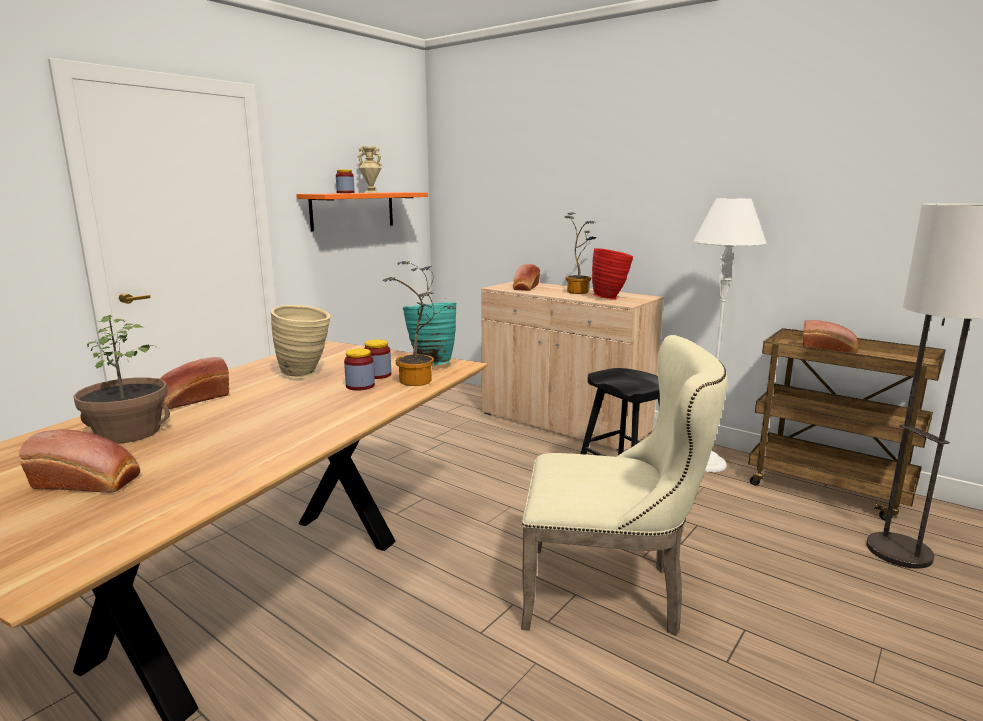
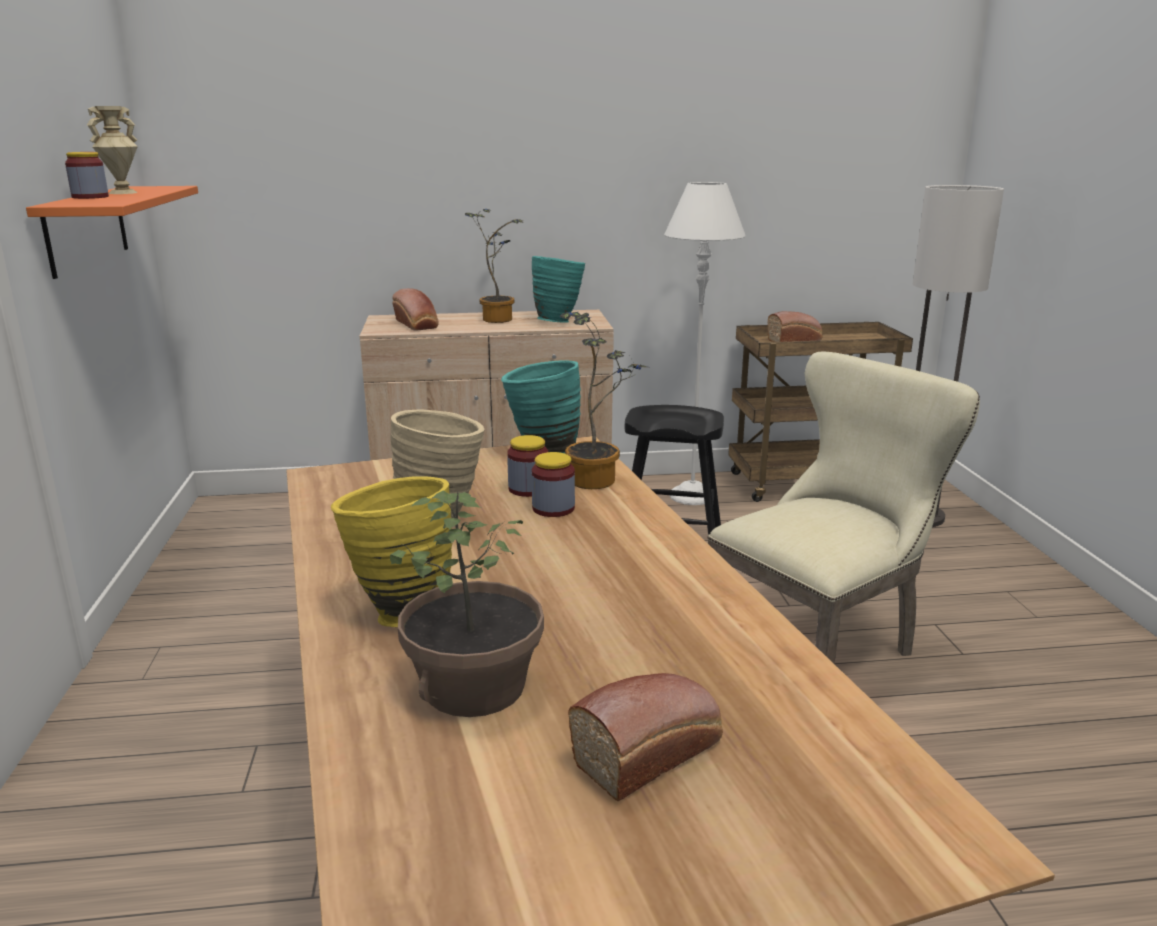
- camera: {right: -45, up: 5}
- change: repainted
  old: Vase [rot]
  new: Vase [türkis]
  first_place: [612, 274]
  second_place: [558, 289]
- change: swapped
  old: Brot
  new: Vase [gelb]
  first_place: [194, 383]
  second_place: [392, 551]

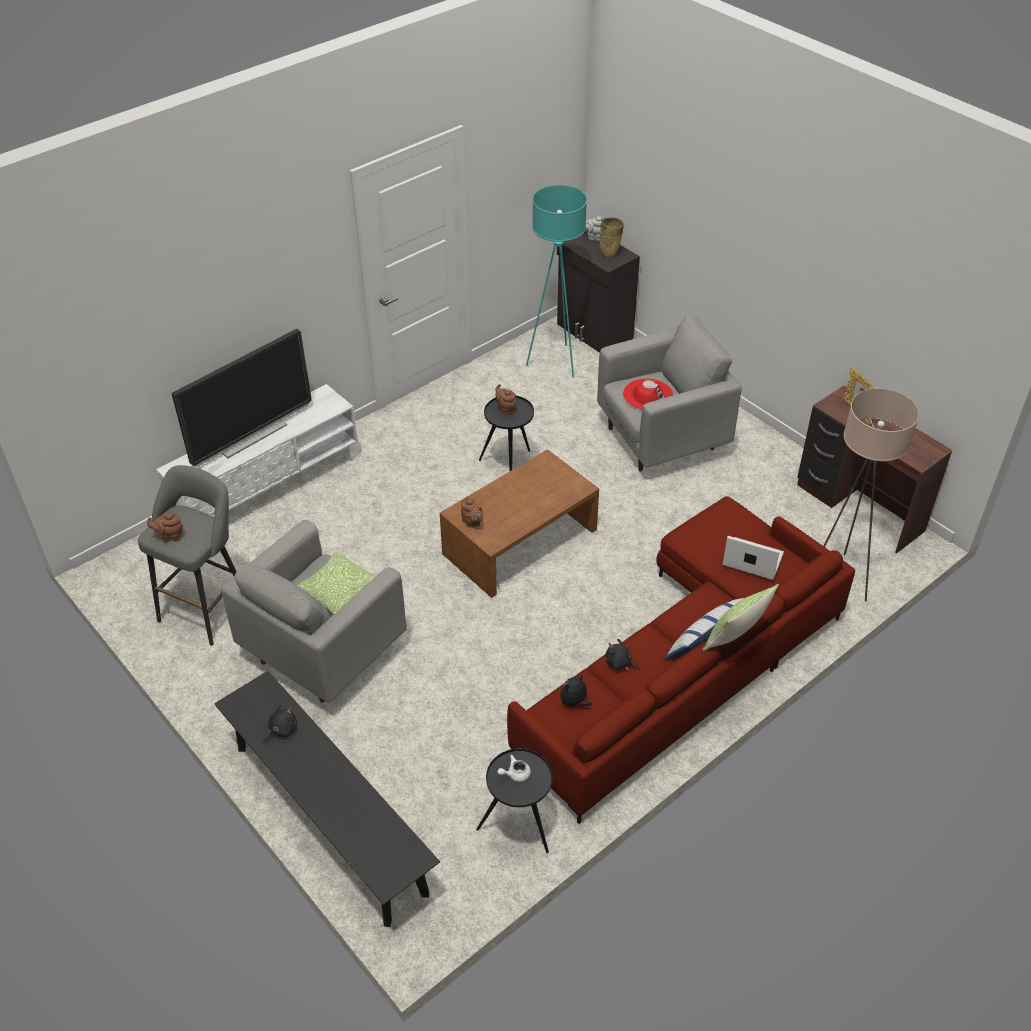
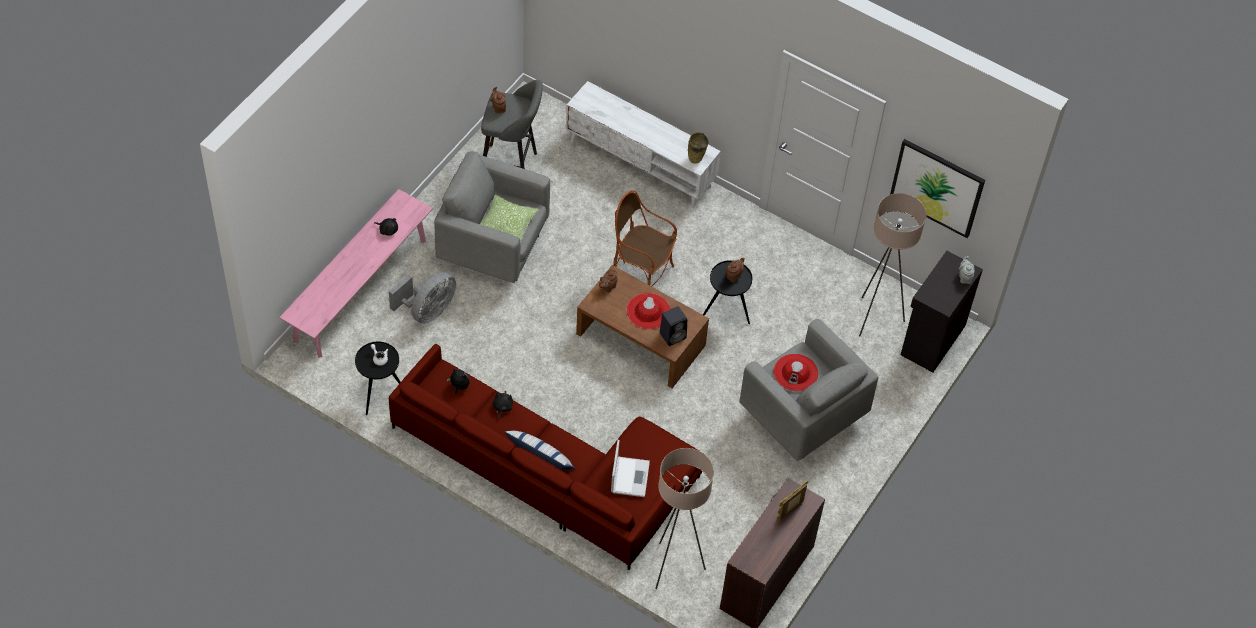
- camera: {right: 70, up: 10}
- change: repainted
  old: Stehlampe [türkis]
  new: Stehlampe [beige]
  first_place: [556, 281]
  second_place: [893, 264]
- change: shifted
  old: Vase [beige]
  first_place: [612, 237]
  second_place: [698, 148]
- change: gone
  old: Fernseher
  first_place: [242, 398]
- change: gone
  old: Kissen
  first_place: [740, 617]
- change: repainted
  old: Bank [schwarz]
  new: Bank [rosa]
  first_place: [327, 799]
  second_place: [356, 273]
- change: new
  new: Bild
  second_place: [937, 188]
- change: new
  new: Sessel
  second_place: [645, 238]
- change: new
  new: Ventilator [grau]
  second_place: [422, 298]
- change: new
  new: Hut [rot]
  second_place: [648, 311]
- change: new
  new: Lautsprecher [schwarz]
  second_place: [673, 326]

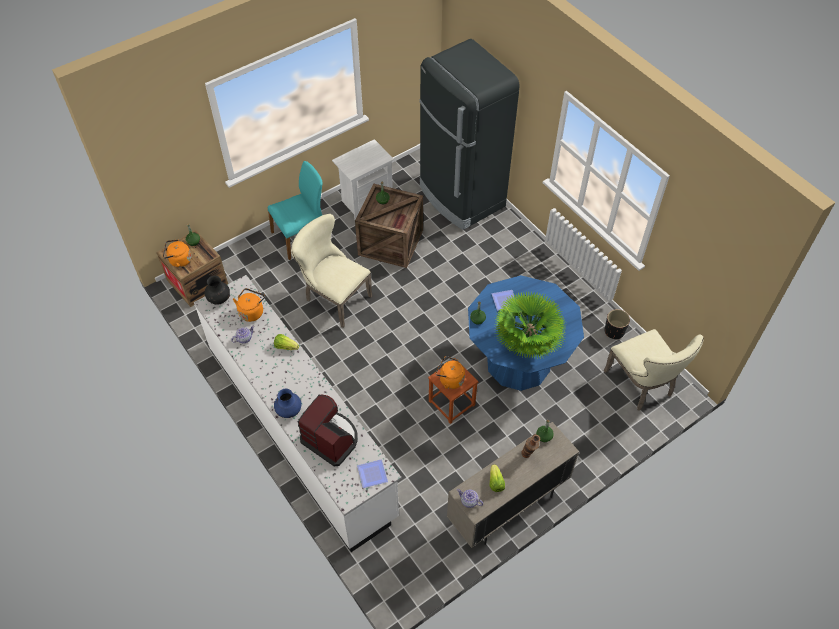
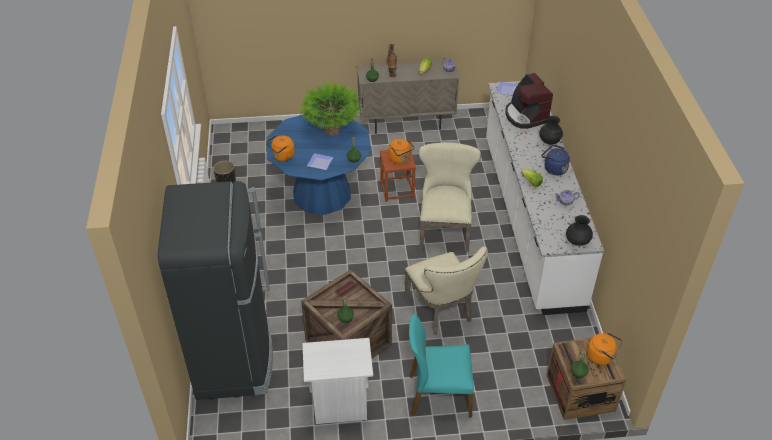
- camera: {right: -150, up: -10}
- change: shifted
  old: Wasserkessel [orange]
  first_place: [249, 305]
  second_place: [280, 148]
- change: shifted
  old: Stuhl [beige]
  first_place: [654, 369]
  second_place: [449, 197]
- change: repainted
  old: Vase [blau]
  new: Vase [schwarz]
  first_place: [288, 403]
  second_place: [551, 130]
- change: new
  new: Wasserkessel [blau]
  second_place: [556, 160]

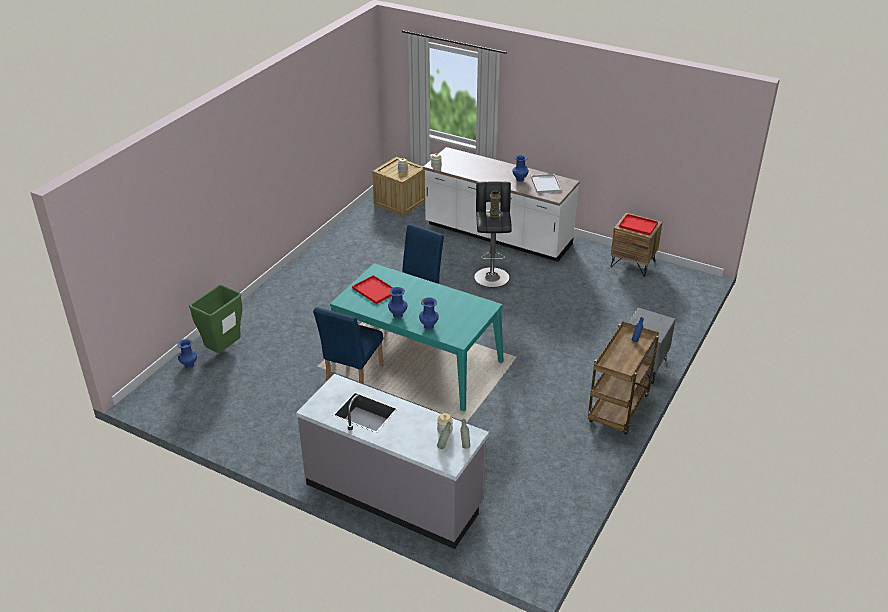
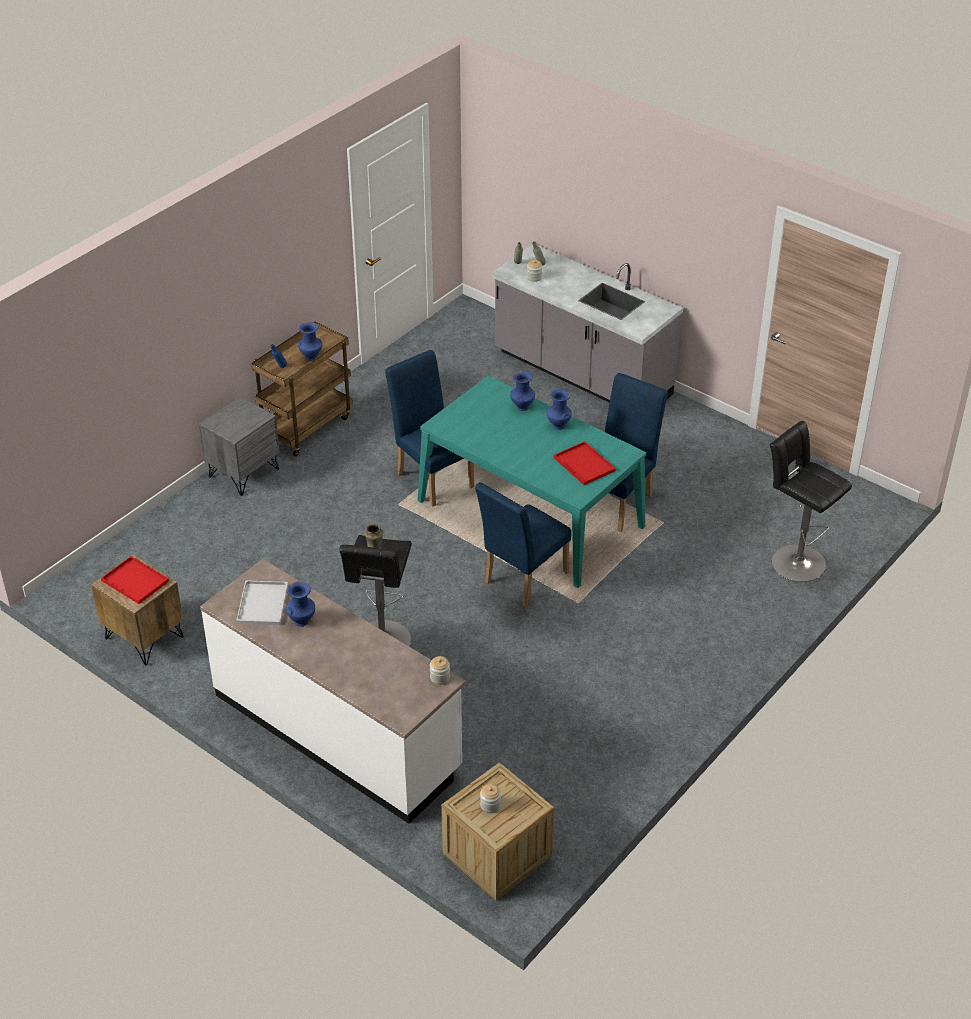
- camera: {right: -170, up: 5}
- change: swapped
  old: Mülleimer [grün]
  new: Hocker [schwarz]
  first_place: [215, 319]
  second_place: [811, 501]
- change: shifted
  old: Vase [blau]
  first_place: [187, 353]
  second_place: [310, 341]
- change: new
  new: Stuhl [blau]
  second_place: [429, 428]

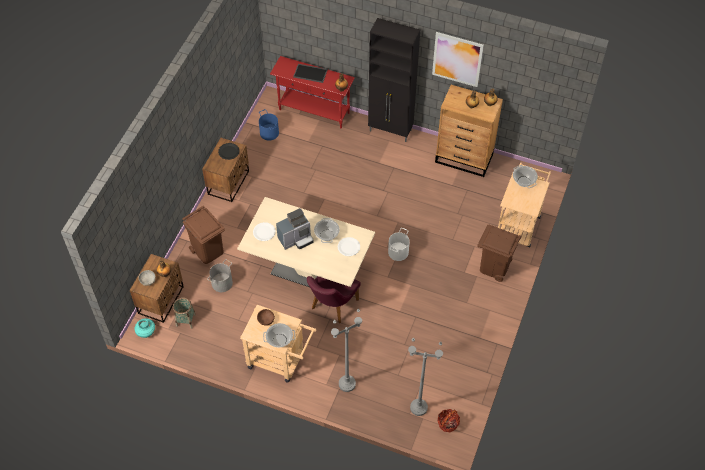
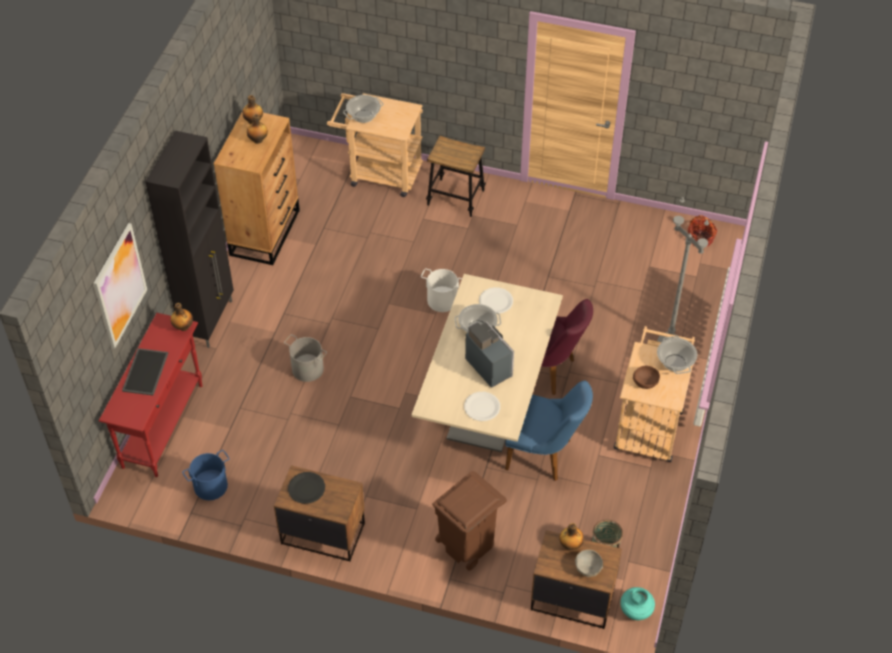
- camera: {right: -95, up: -5}
- change: shifted
  old: Bild
  first_place: [458, 59]
  second_place: [120, 286]
- change: swapped
  old: Mülleimer [braun]
  new: Hocker
  first_place: [499, 253]
  second_place: [456, 176]
- change: shifted
  old: Eimer [grau]
  first_place: [220, 275]
  second_place: [305, 358]
- change: gone
  old: Stehlampe [grau]
  first_place: [425, 377]
- change: new
  new: Stuhl [blau]
  second_place: [549, 430]

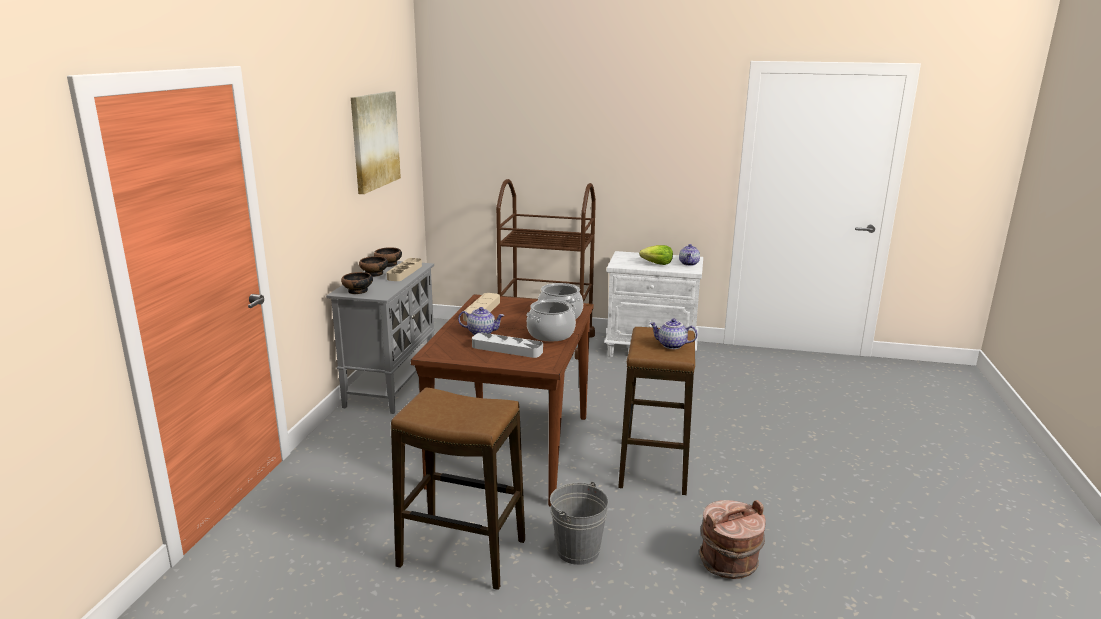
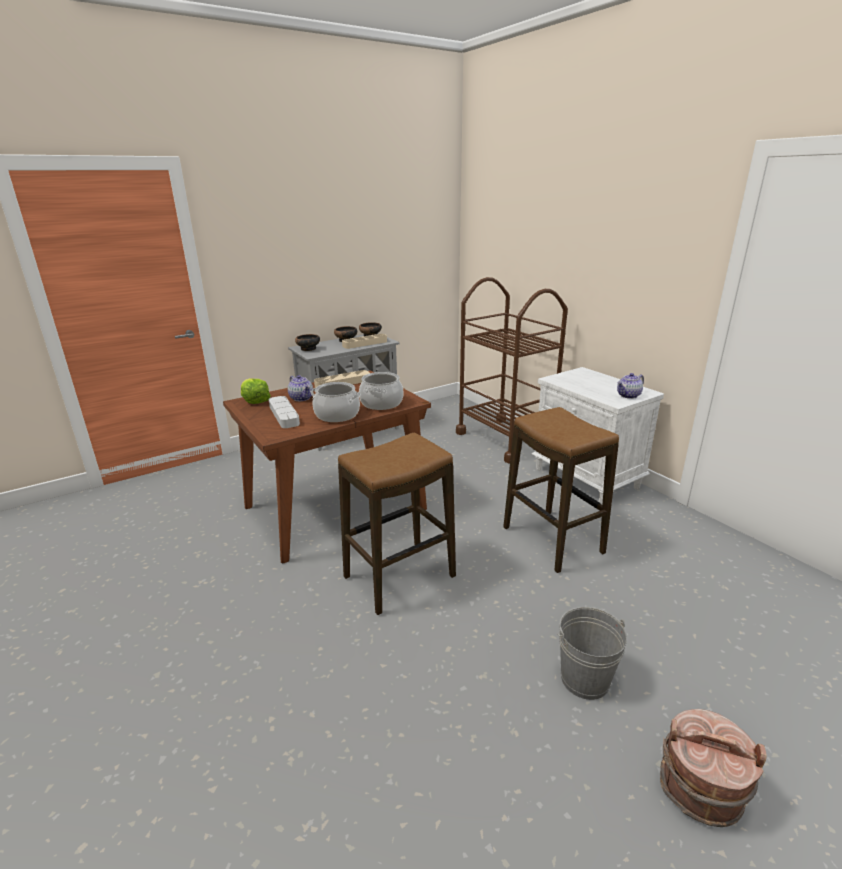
- camera: {right: 45, up: 5}
- change: gone
  old: Bild
  first_place: [376, 142]
- change: shifted
  old: Salatkopf
  first_place: [656, 255]
  second_place: [256, 391]
- change: gone
  old: Teekanne
  first_place: [673, 334]
- change: shifted
  old: Hocker
  first_place: [458, 488]
  second_place: [561, 490]
- change: shifted
  old: Eimer [grau]
  first_place: [579, 523]
  second_place: [592, 653]
- change: shifted
  old: Eimer [braun]
  first_place: [732, 539]
  second_place: [713, 768]

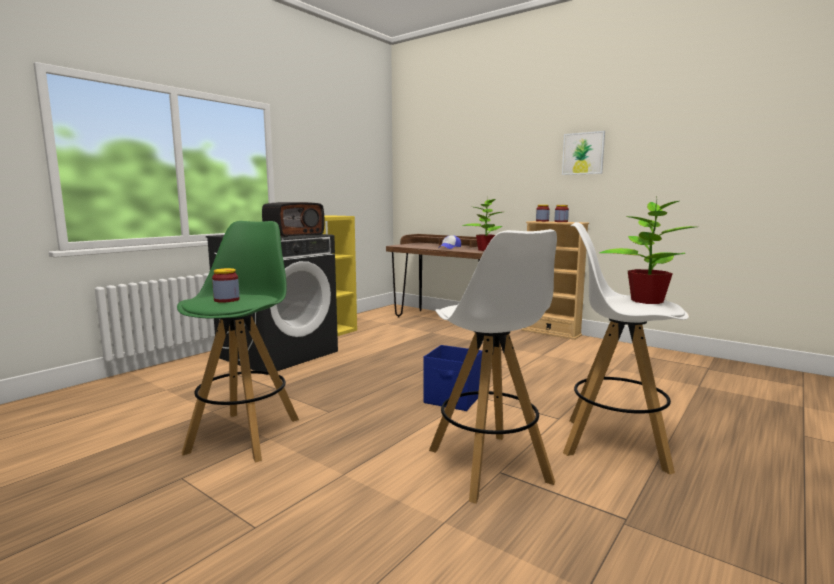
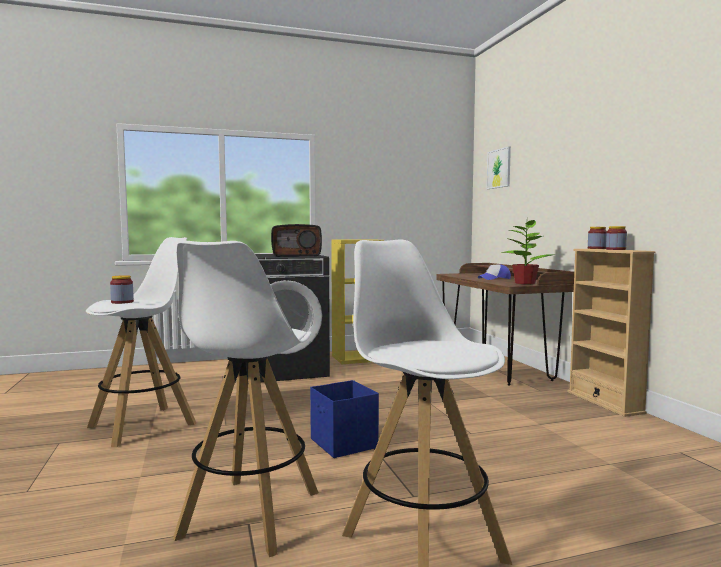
- camera: {right: 35, up: -5}
- change: shifted
  old: Bild
  first_place: [583, 153]
  second_place: [499, 167]
- change: gone
  old: Topfpflanze
  first_place: [647, 250]
- change: repainted
  old: Hocker [grün]
  new: Hocker [weiß]
  first_place: [238, 342]
  second_place: [141, 342]

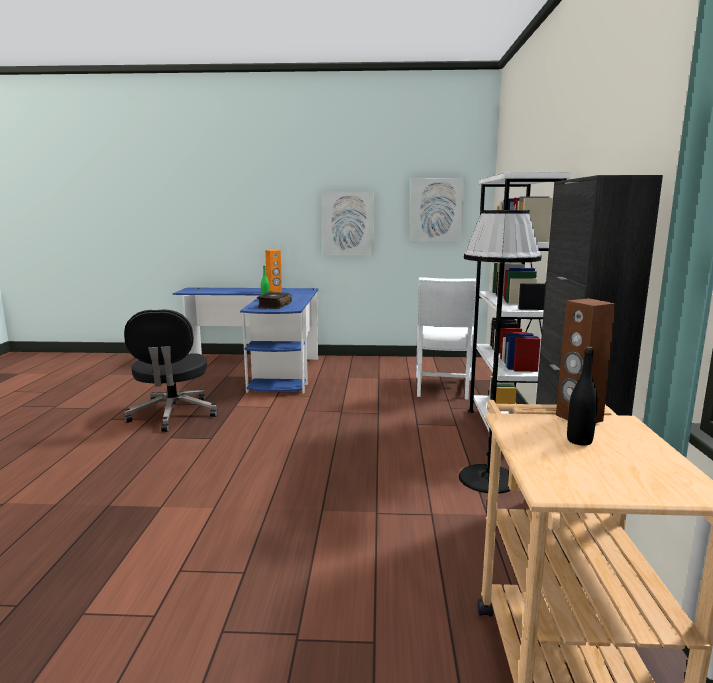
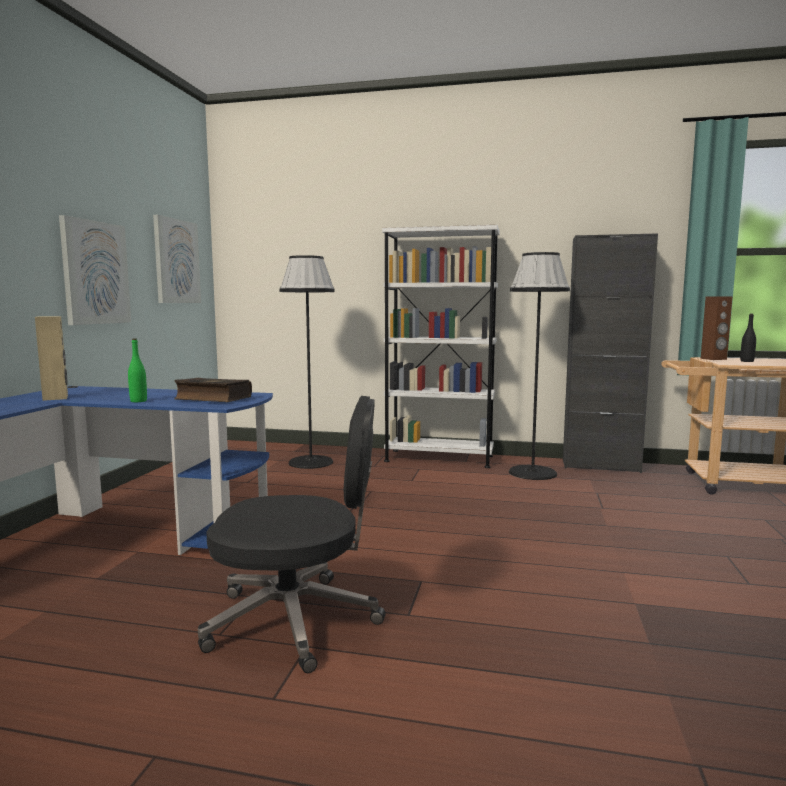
- camera: {right: -80, up: -5}
- change: repainted
  old: Lautsprecher [orange]
  new: Lautsprecher [beige]
  first_place: [273, 271]
  second_place: [51, 358]
- change: swapped
  old: Stuhl [weiß]
  new: Stehlampe [schwarz]
  first_place: [446, 338]
  second_place: [307, 362]

